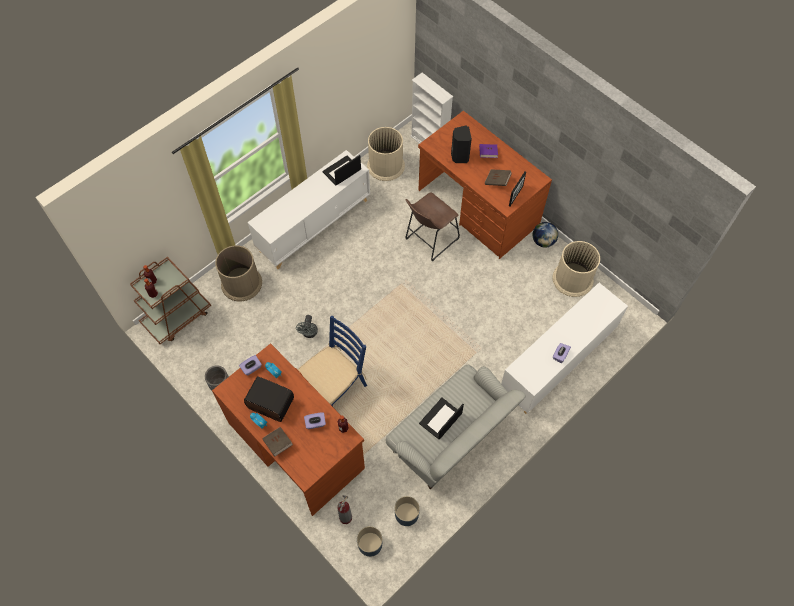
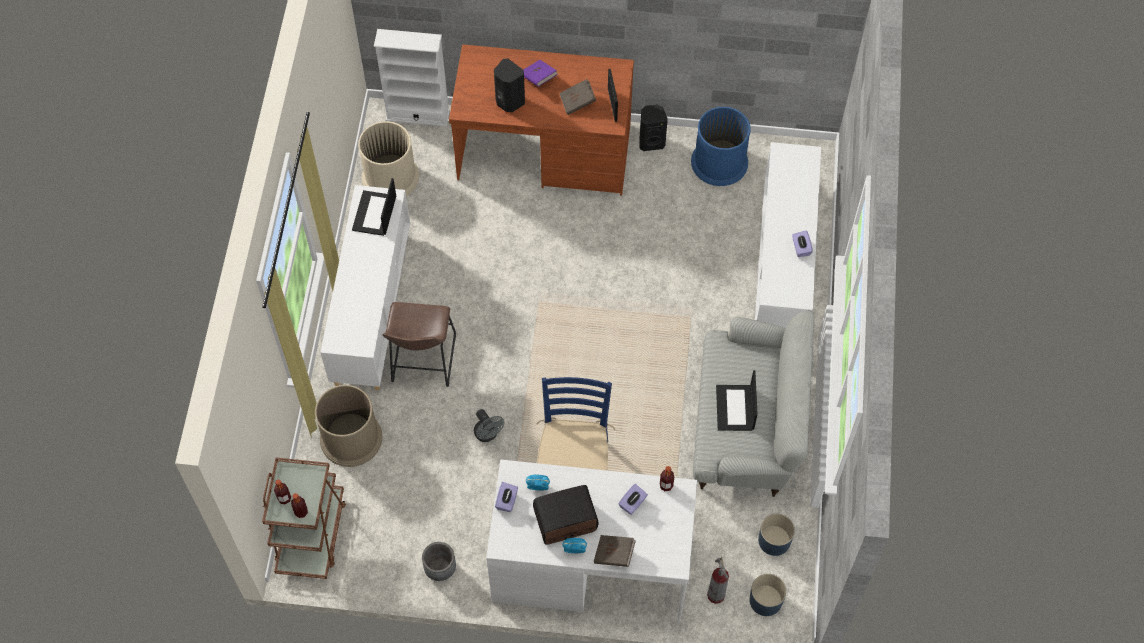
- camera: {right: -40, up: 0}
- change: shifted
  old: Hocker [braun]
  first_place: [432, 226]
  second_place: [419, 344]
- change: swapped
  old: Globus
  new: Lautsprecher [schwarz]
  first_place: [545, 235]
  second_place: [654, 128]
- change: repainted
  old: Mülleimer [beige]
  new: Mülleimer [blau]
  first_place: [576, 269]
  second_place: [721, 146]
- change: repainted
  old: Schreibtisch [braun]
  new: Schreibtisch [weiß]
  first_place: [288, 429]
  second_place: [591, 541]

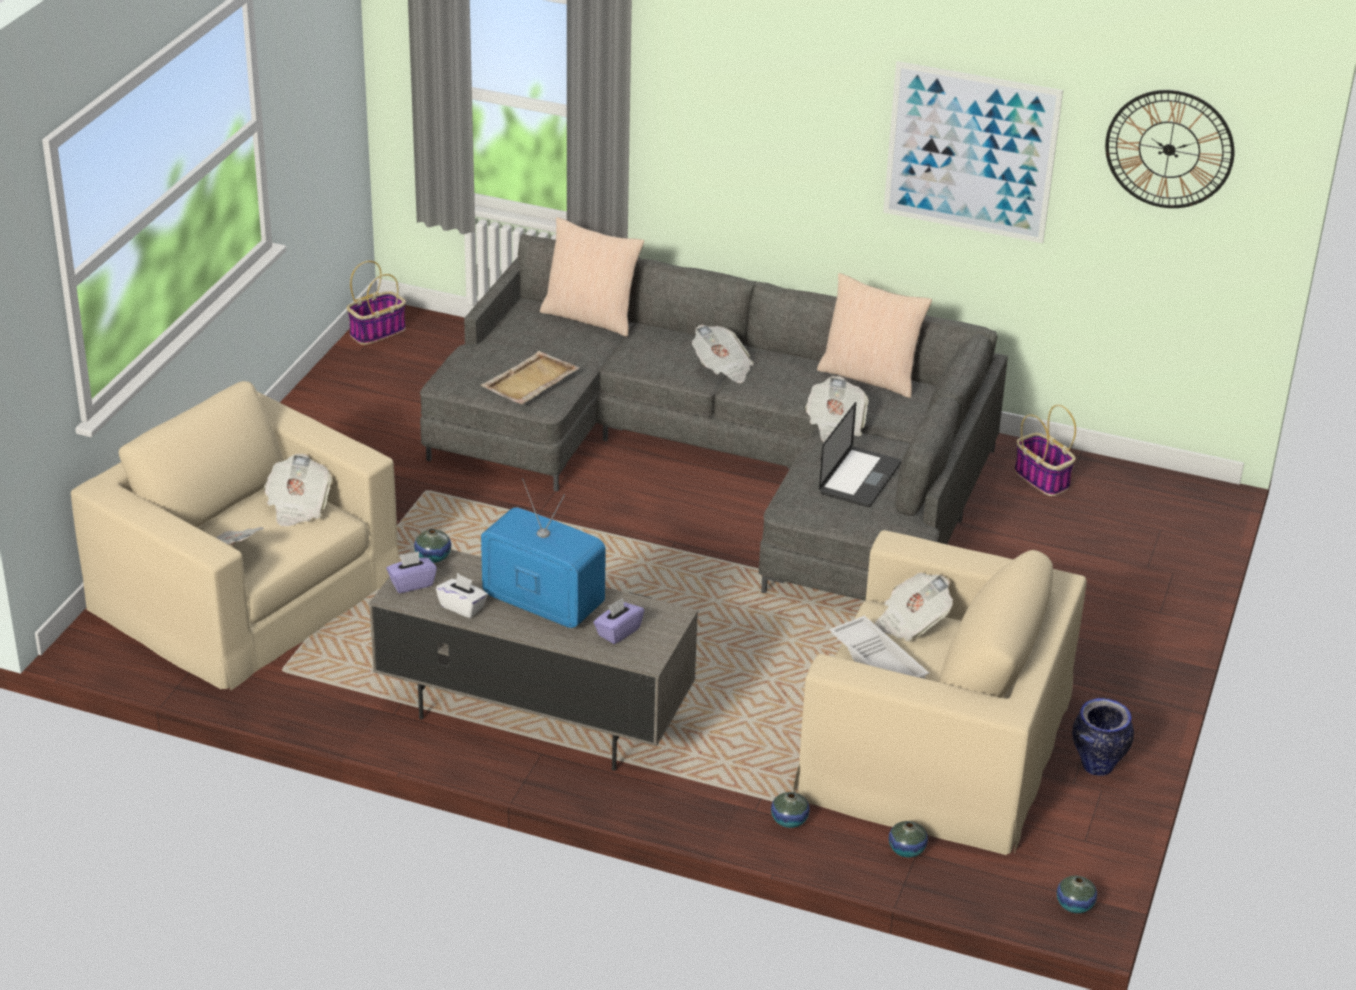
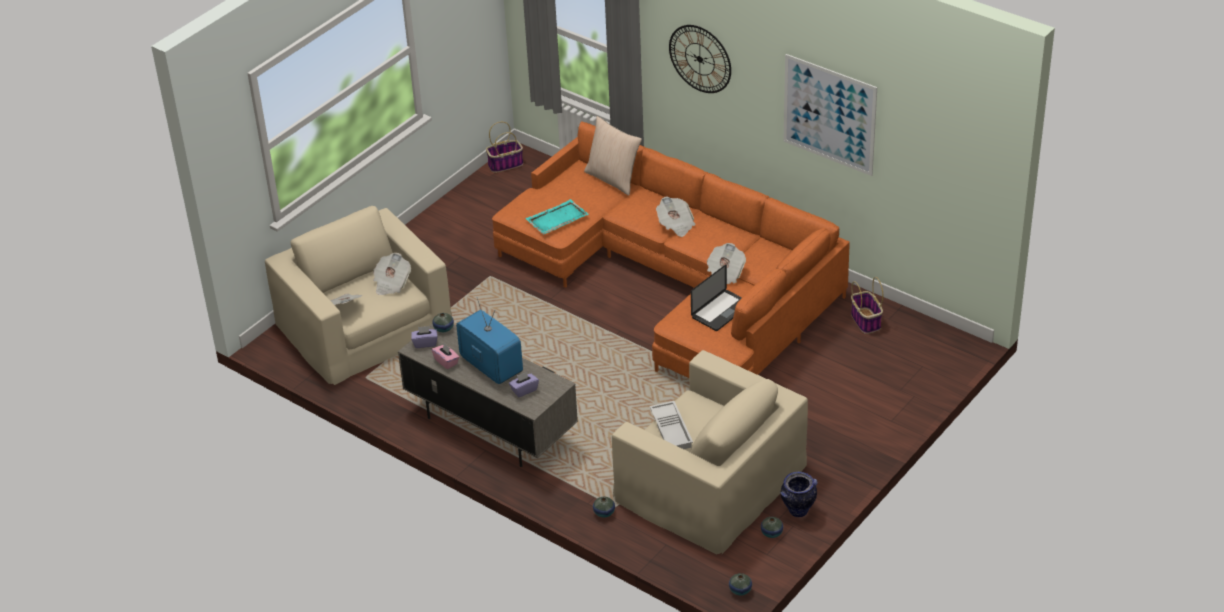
- camera: {right: 20, up: 5}
- change: shifted
  old: Wanduhr
  first_place: [1169, 149]
  second_place: [700, 59]
- change: repainted
  old: Sofa [grau]
  new: Sofa [orange]
  first_place: [714, 417]
  second_place: [671, 249]
- change: gone
  old: Kissen [beige]
  first_place: [874, 335]
- change: repainted
  old: Tablett [beige]
  new: Tablett [türkis]
  first_place: [530, 377]
  second_place: [557, 217]
- change: gone
  old: Zeitung
  first_place: [914, 607]
- change: repainted
  old: Taschentuchbox [weiß]
  new: Taschentuchbox [rosa]
  first_place: [462, 595]
  second_place: [445, 356]
- change: shifted
  old: Vase
  first_place: [908, 839]
  second_place: [772, 527]

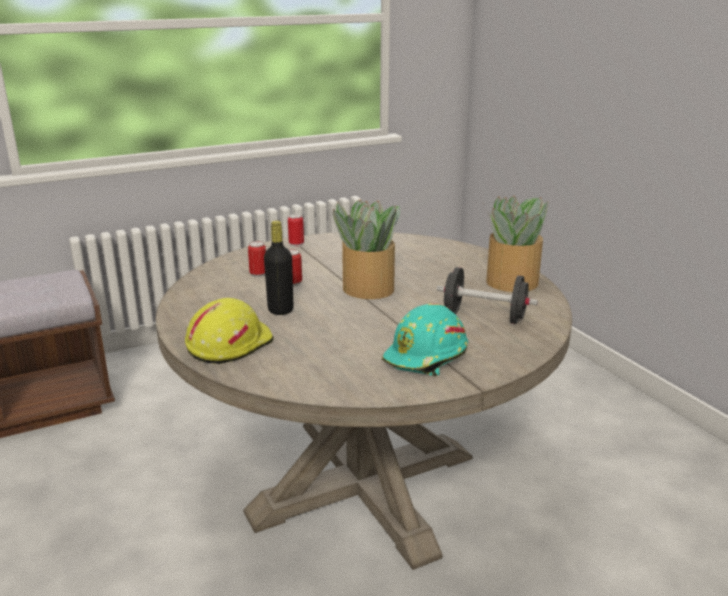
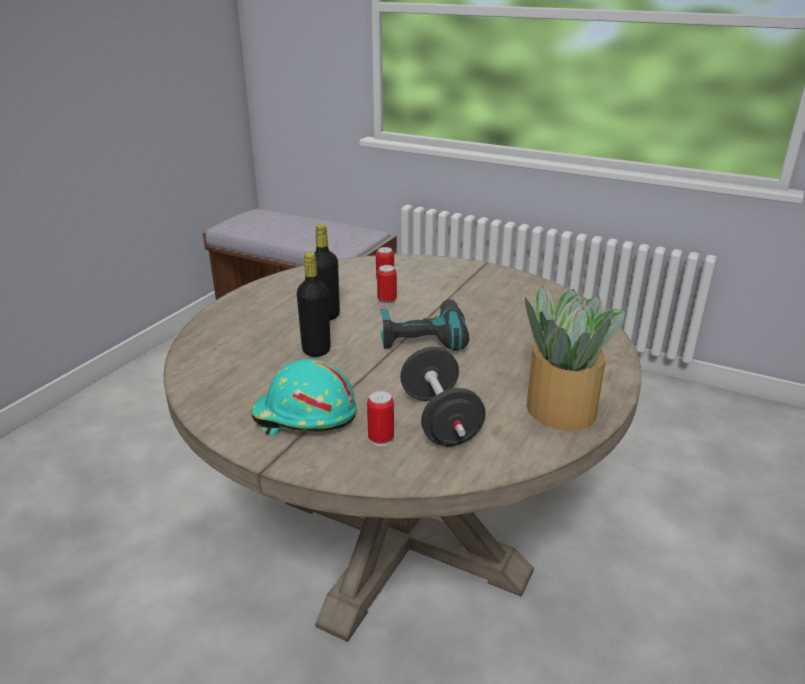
- camera: {right: 55, up: 5}
- change: swapped
  old: Topfpflanze
  new: Bohrmaschine
  first_place: [366, 249]
  second_place: [424, 325]
- change: shifted
  old: Dose
  first_place: [296, 230]
  second_place: [380, 419]
- change: gone
  old: Schutzhelm [gelb]
  first_place: [229, 331]
- change: new
  new: Flasche [schwarz]
  second_place: [314, 304]

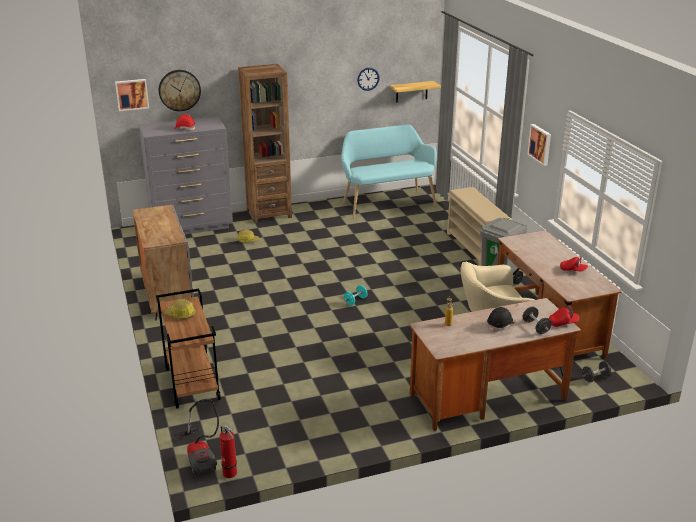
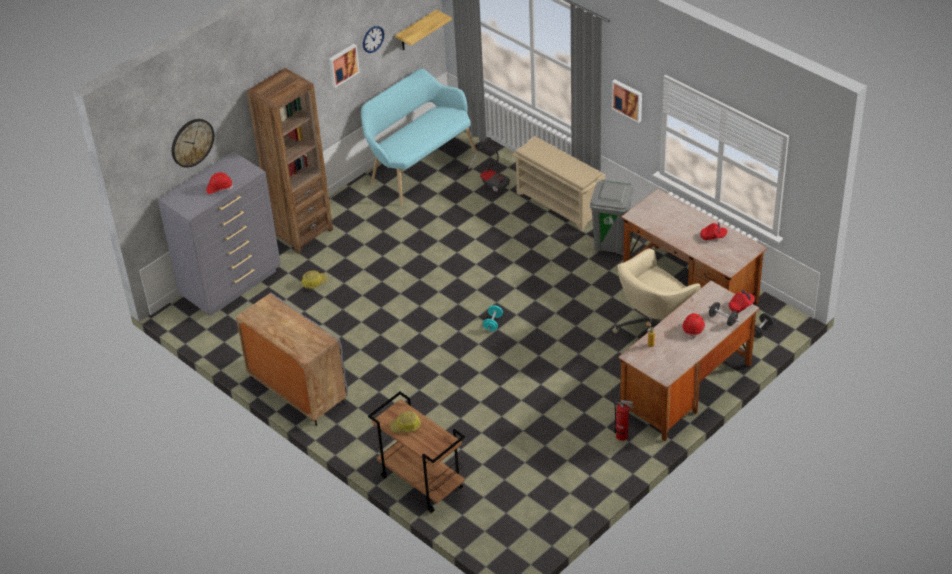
- camera: {right: -25, up: 15}
- change: shifted
  old: Bild
  first_place: [132, 95]
  second_place: [344, 66]
- change: repainted
  old: Schutzhelm [schwarz]
  new: Schutzhelm [rot]
  first_place: [500, 319]
  second_place: [694, 326]
- change: shifted
  old: Staubsauger
  first_place: [197, 437]
  second_place: [483, 165]
- change: shifted
  old: Feuerlöscher
  first_place: [228, 451]
  second_place: [624, 420]

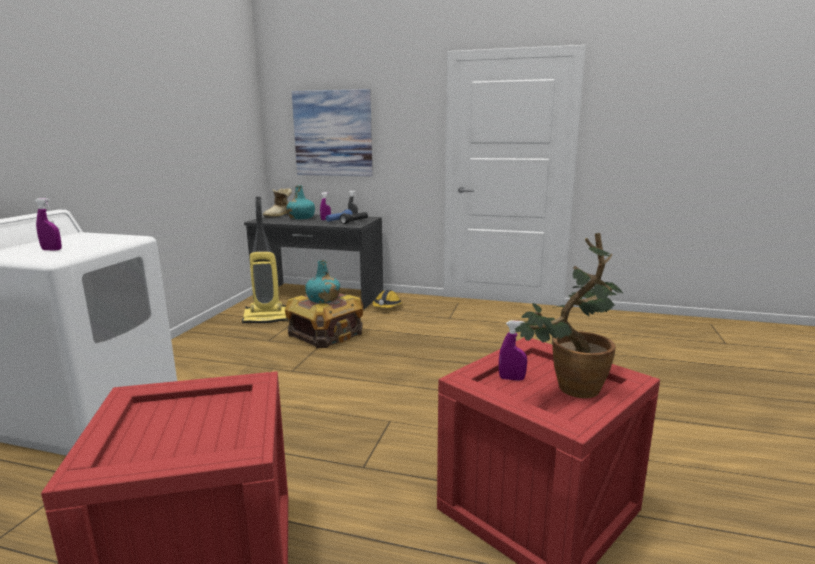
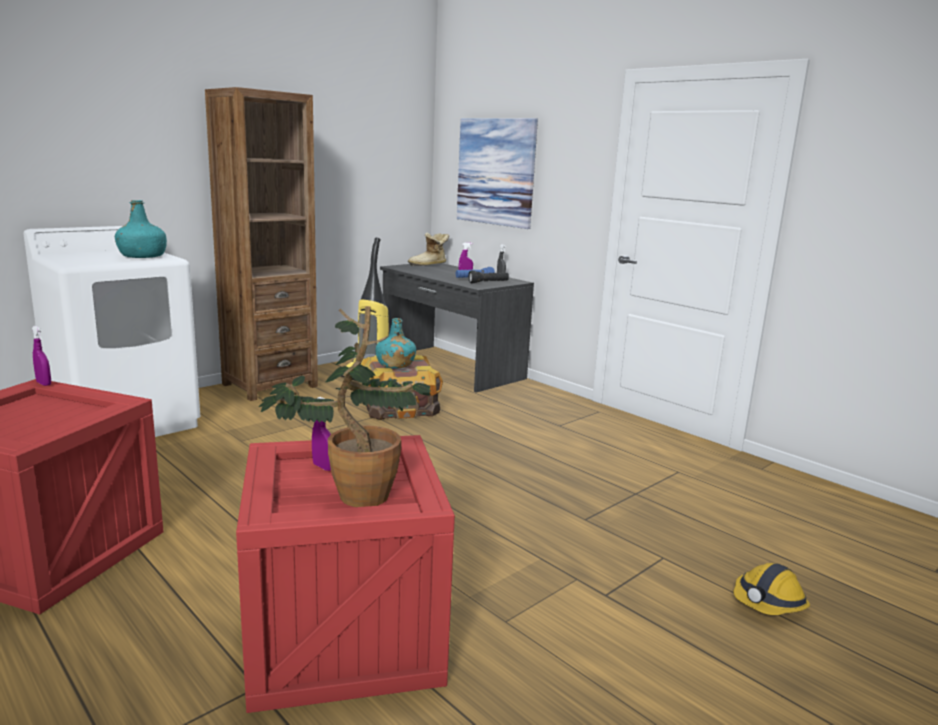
- camera: {right: 30, up: 0}
- change: shifted
  old: Flasche [türkis]
  first_place: [300, 202]
  second_place: [141, 229]
- change: shifted
  old: Sprühflasche [lila]
  first_place: [48, 224]
  second_place: [41, 356]
- change: shifted
  old: Schutzhelm
  first_place: [387, 299]
  second_place: [771, 589]
- change: new
  new: Bücherregal [braun]
  second_place: [261, 244]

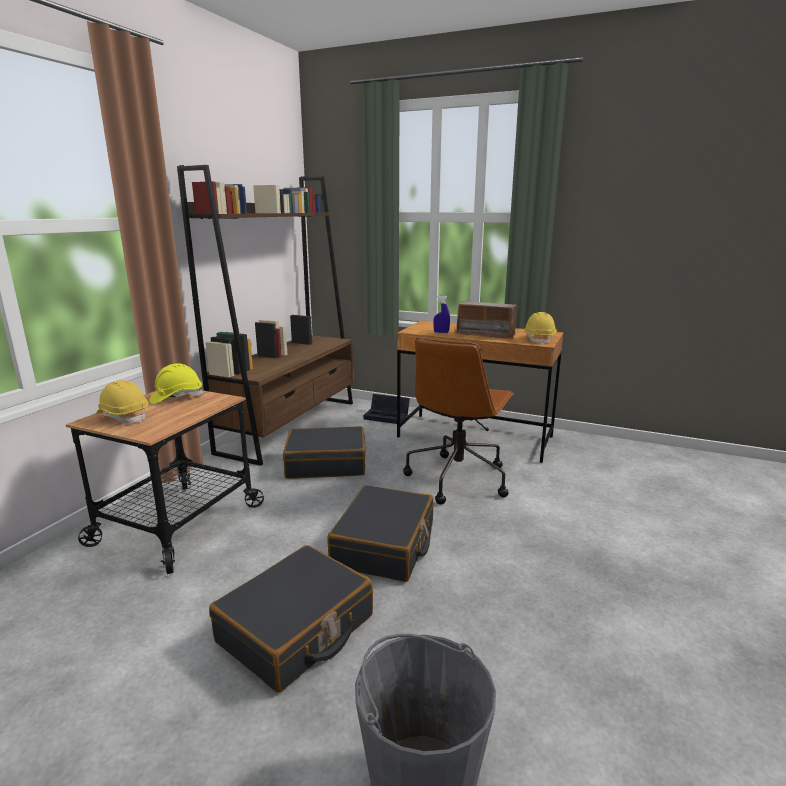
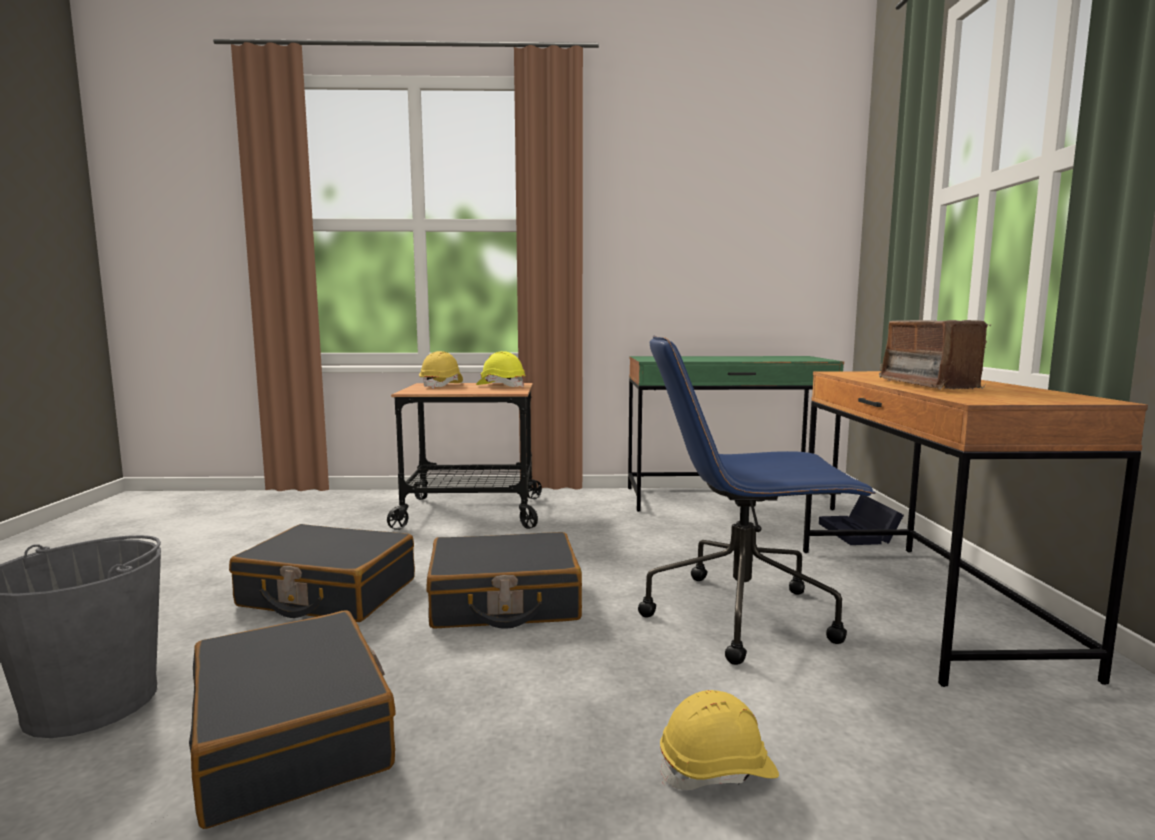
- camera: {right: 65, up: -10}
- change: swapped
  old: Bücherregal [braun]
  new: Schreibtisch [grün]
  first_place: [265, 315]
  second_place: [736, 434]
- change: gone
  old: Sprühflasche [blau]
  first_place: [442, 314]
- change: shifted
  old: Schutzhelm [gelb]
  first_place: [540, 328]
  second_place: [719, 740]
- change: repainted
  old: Bürostuhl [braun]
  new: Bürostuhl [blau]
  first_place: [458, 421]
  second_place: [757, 500]
- change: shifted
  old: Koffer [schwarz]
  first_place: [324, 452]
  second_place: [292, 719]

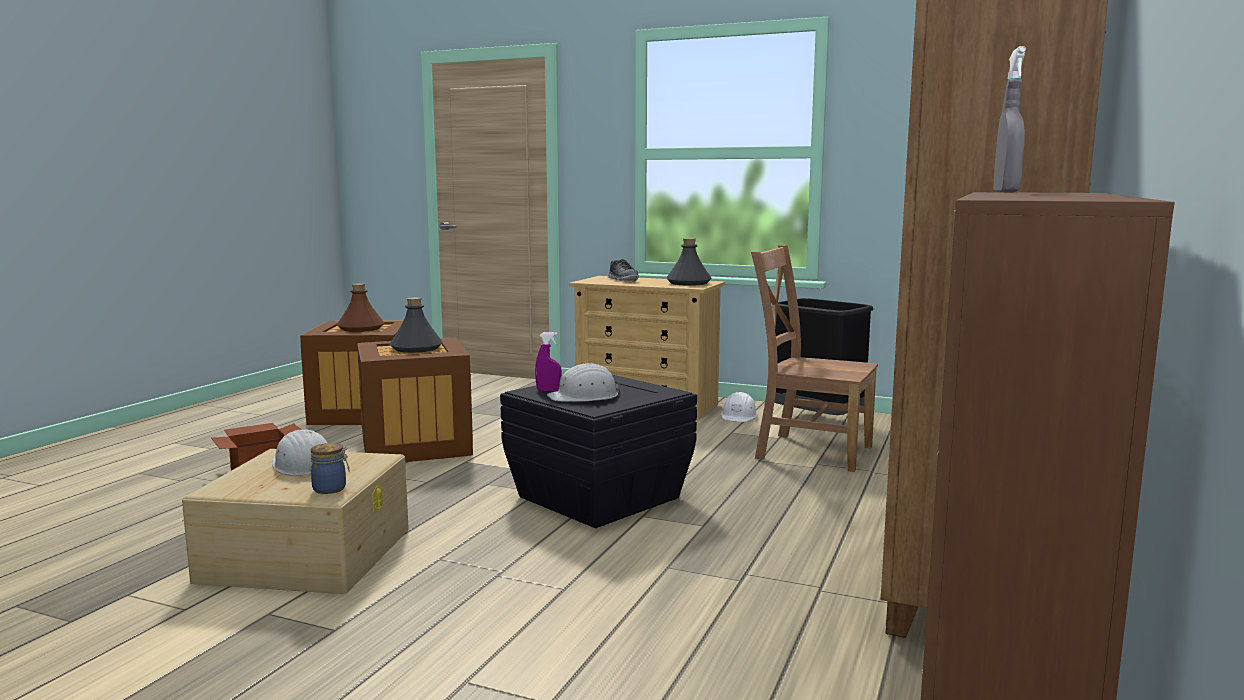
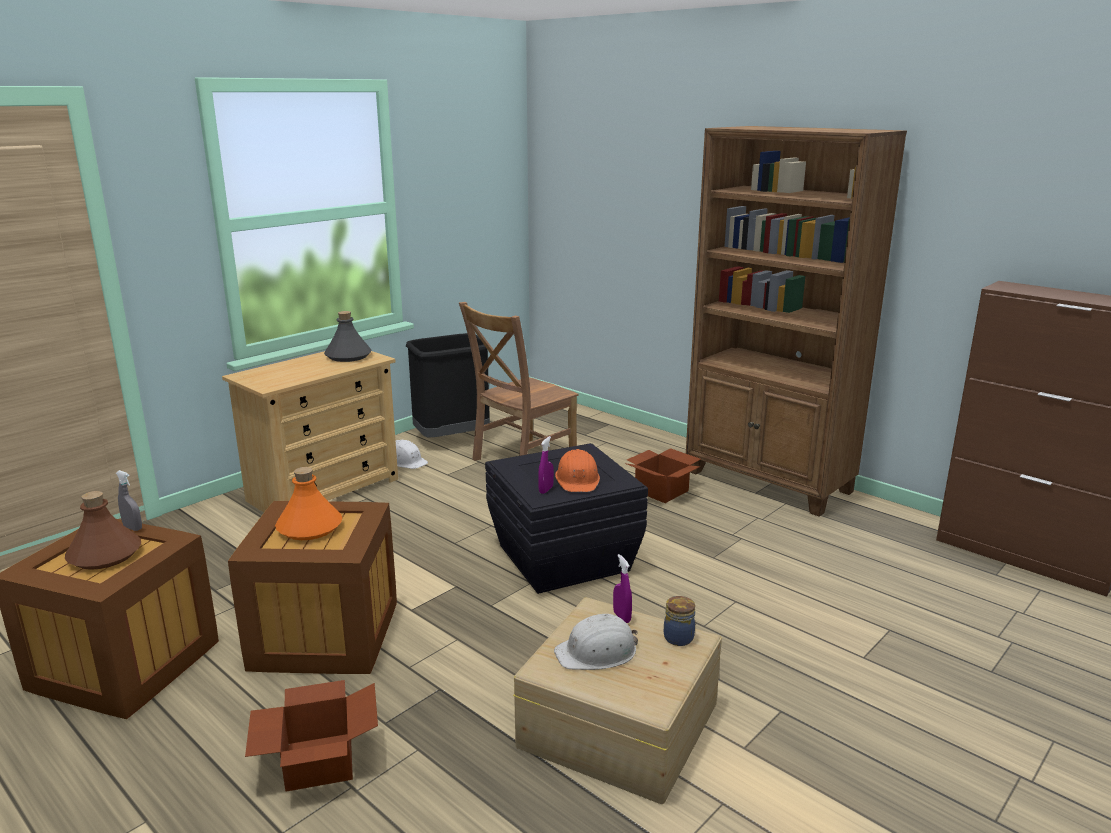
- camera: {right: -70, up: 10}
- change: shifted
  old: Sprühflasche [grau]
  first_place: [1009, 119]
  second_place: [129, 500]
- change: gone
  old: Schuh
  first_place: [623, 270]
- change: repainted
  old: Flasche [grau]
  new: Flasche [orange]
  first_place: [416, 325]
  second_place: [308, 503]
- change: repainted
  old: Schutzhelm [weiß]
  new: Schutzhelm [orange]
  first_place: [583, 382]
  second_place: [577, 470]
- change: new
  new: Karton
  second_place: [663, 475]
- change: new
  new: Sprühflasche [lila]
  second_place: [622, 588]

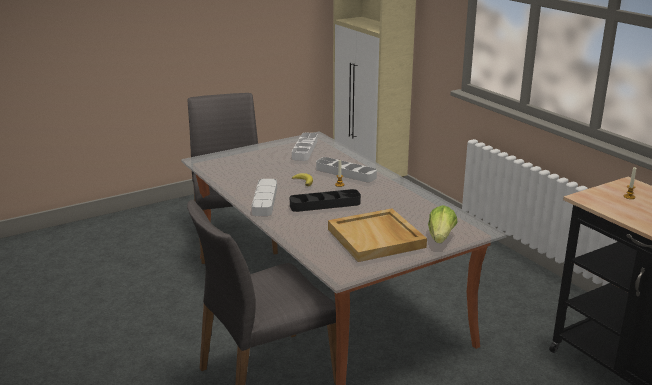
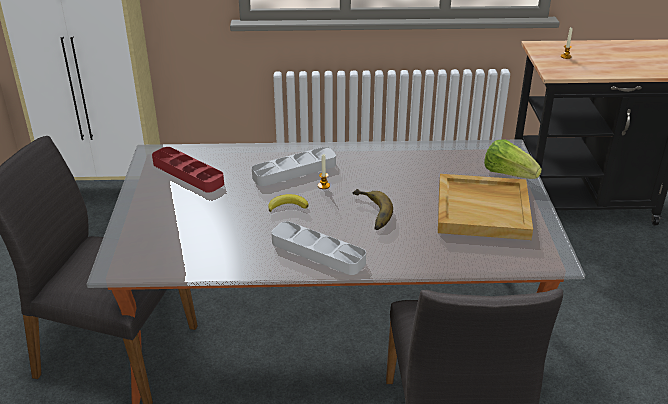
- camera: {right: -60, up: 10}
- change: repainted
  old: Tablett [weiß]
  new: Tablett [rot]
  first_place: [305, 146]
  second_place: [188, 170]
- change: swapped
  old: Tablett [schwarz]
  new: Banane
  first_place: [325, 200]
  second_place: [373, 209]

